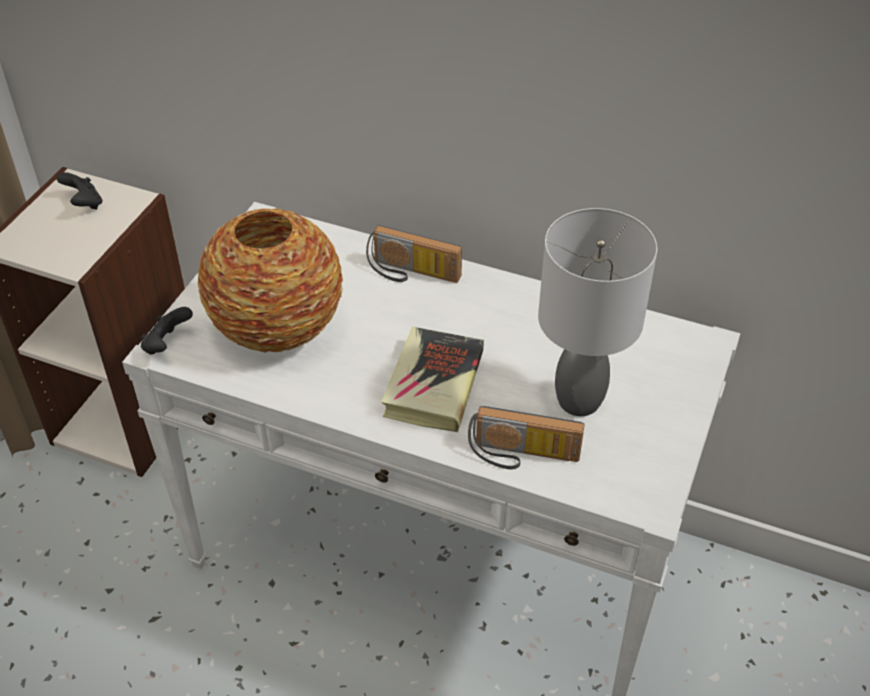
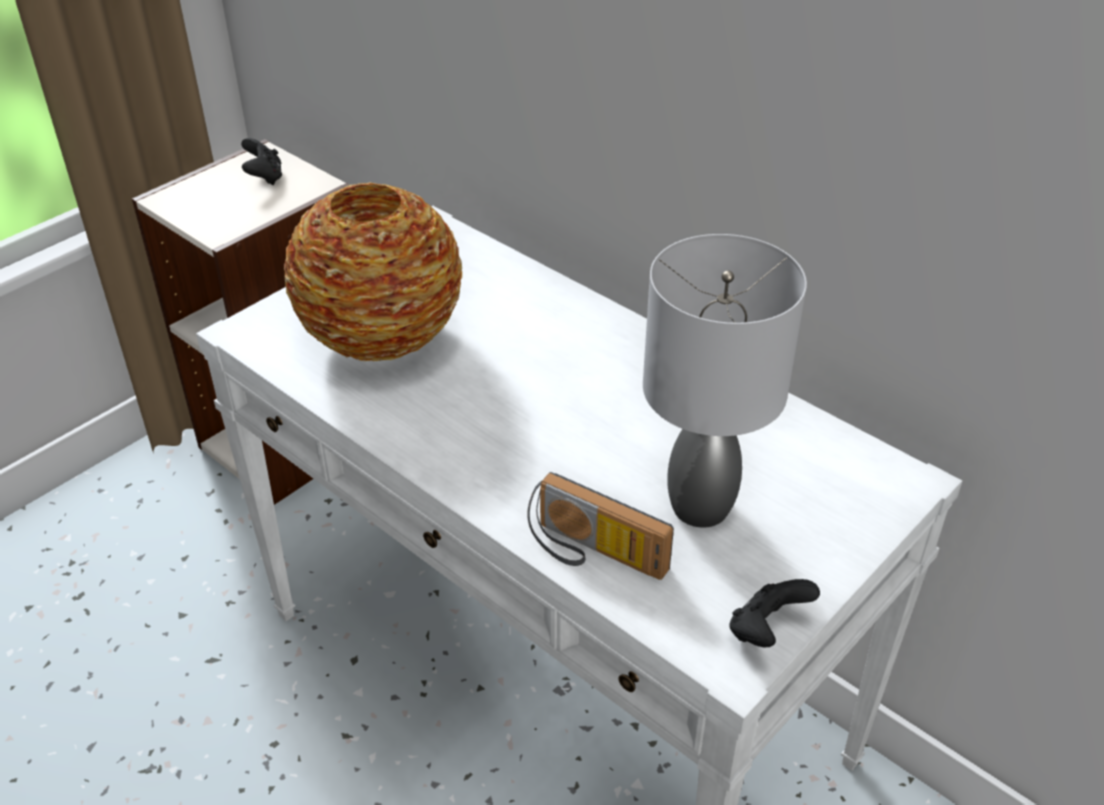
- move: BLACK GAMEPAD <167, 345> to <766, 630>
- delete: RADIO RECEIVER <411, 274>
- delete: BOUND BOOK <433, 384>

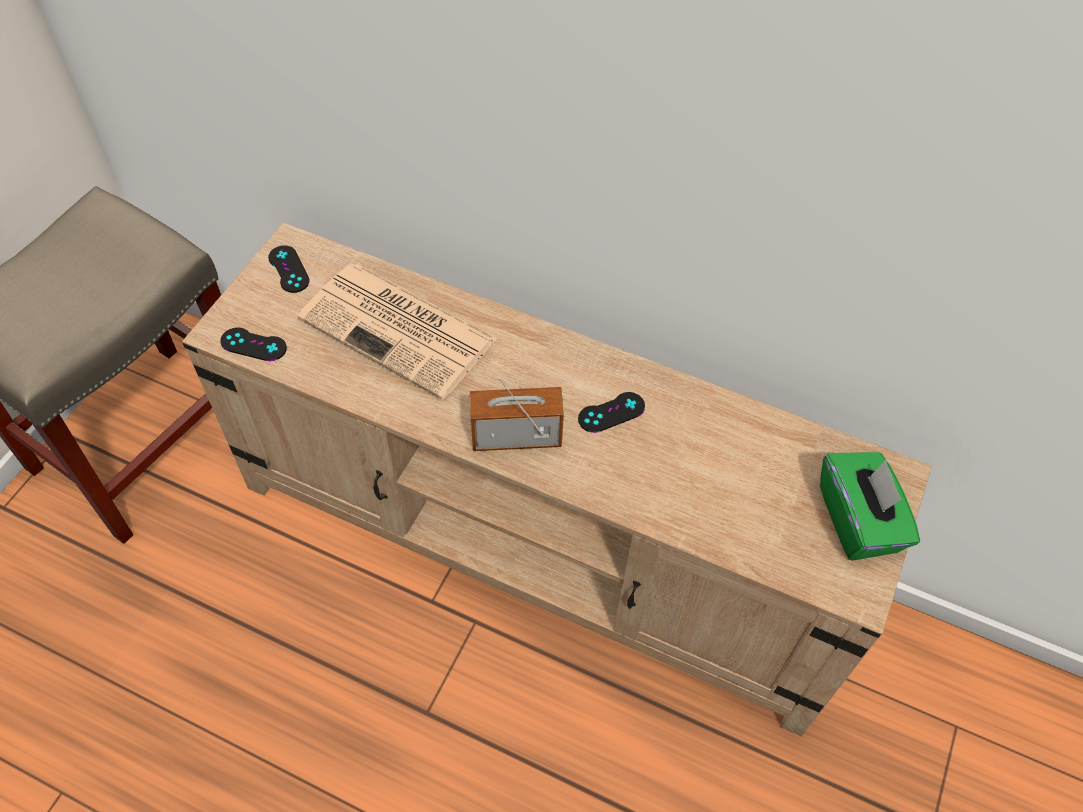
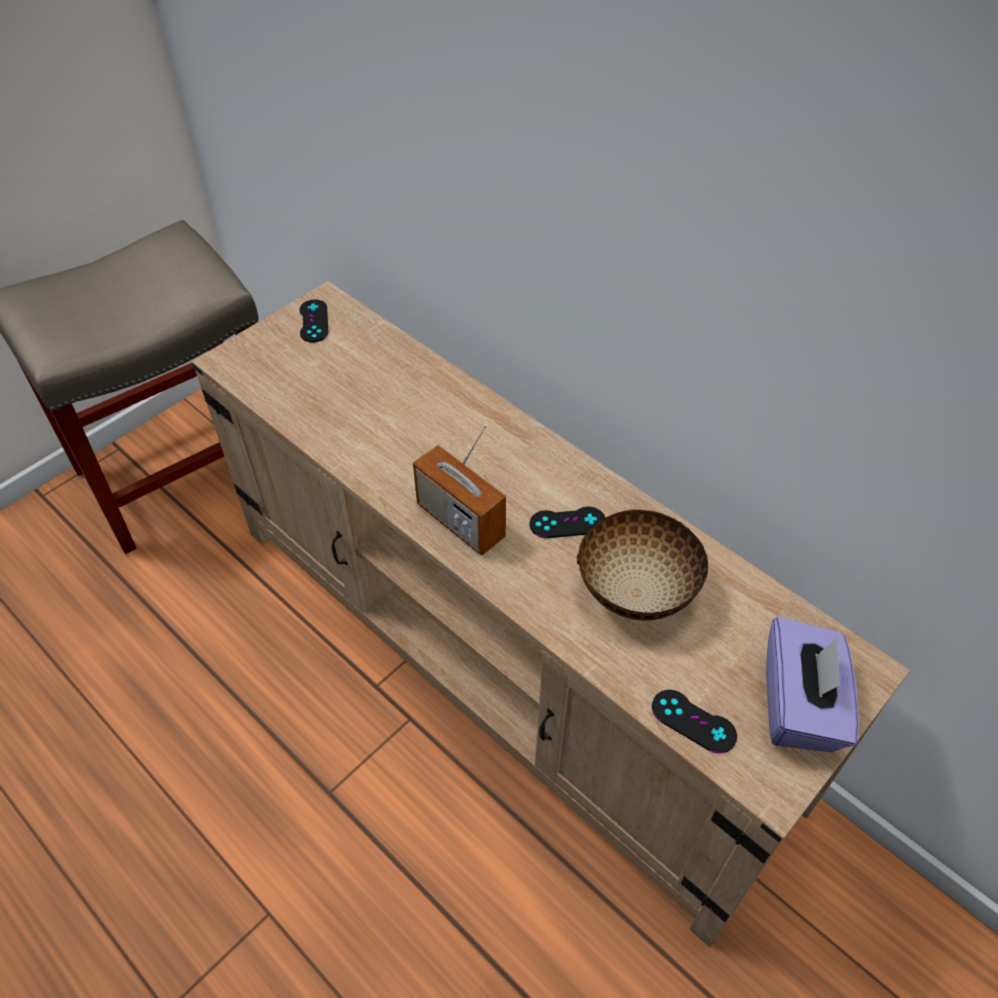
- rotate: RADIO RECEIVER <516, 437> = <460, 521> 150 degrees counterclockwise
- insert: BOWL <637, 590>
- move: BLACK GAMEPAD <253, 345> to <693, 721>
- recolor: GREEN TISSUE BOX <858, 521> to PURPLE-COLOURED TISSUE BOX <800, 705>
- delete: DAILY PAPER <401, 330>

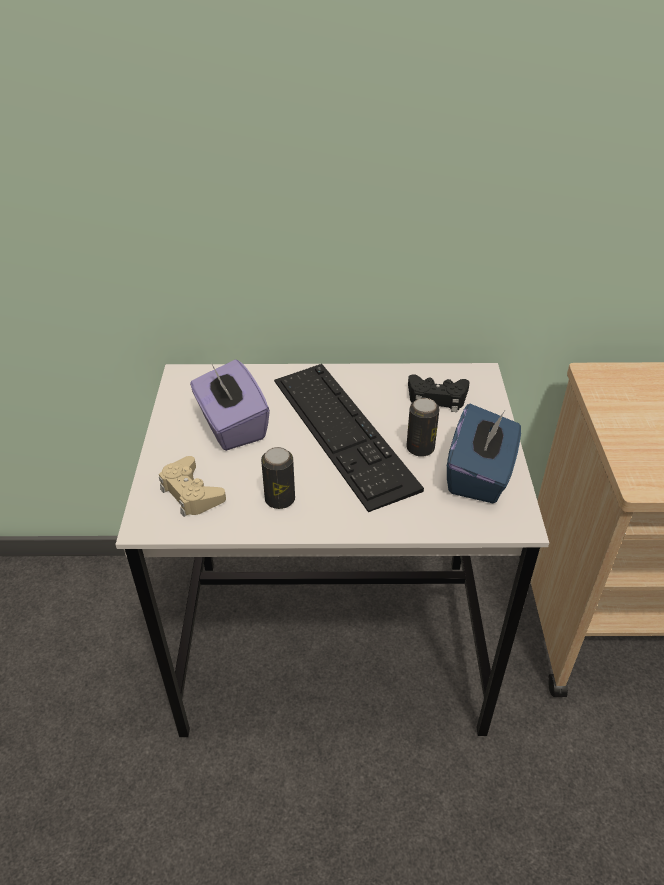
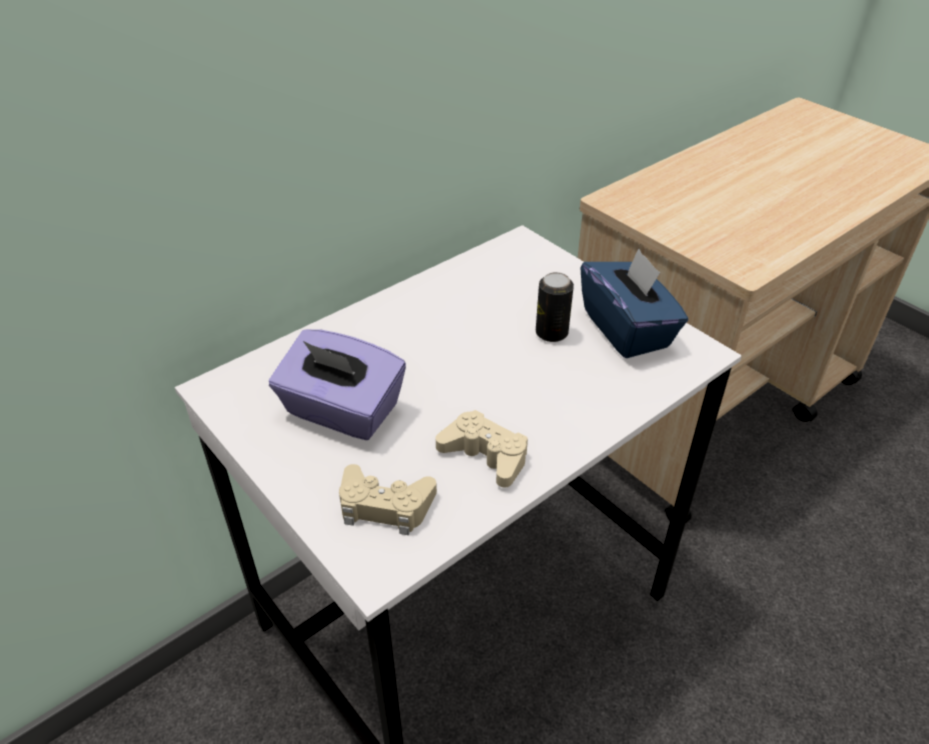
- replace: SEALED CAN <280, 499> to SAND-COLOURED GAMEPAD <485, 455>
- delete: PC KEYBOARD <342, 431>
- delete: BLACK GAMEPAD <437, 398>

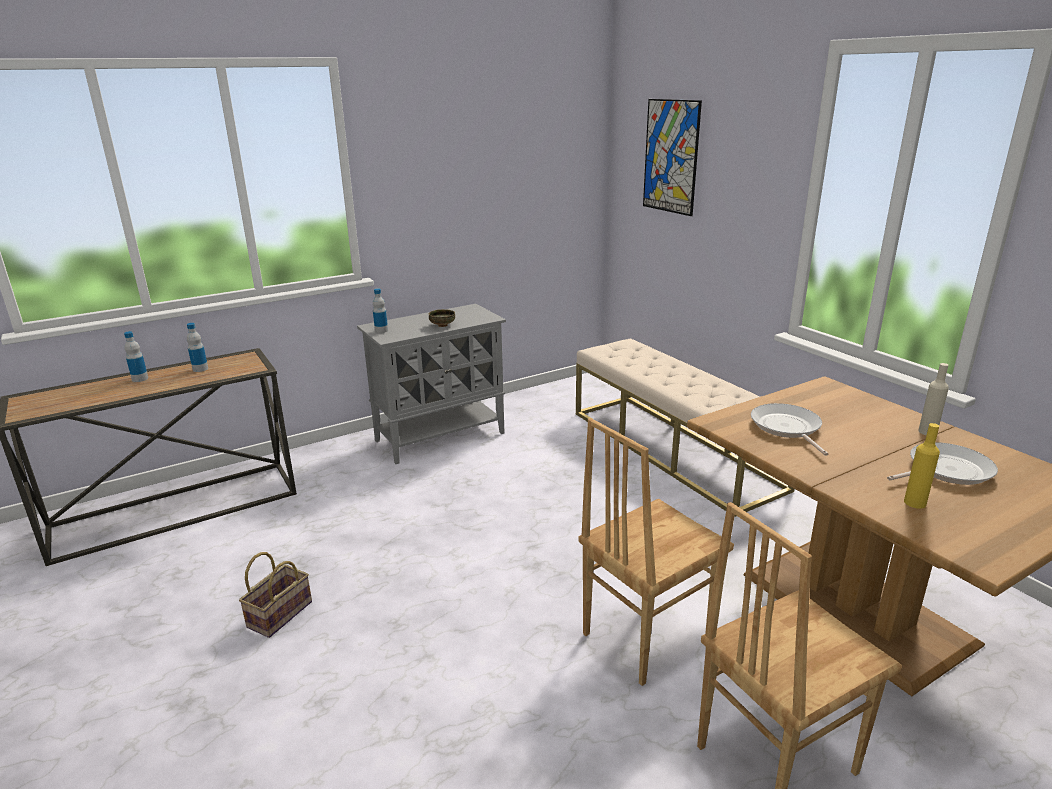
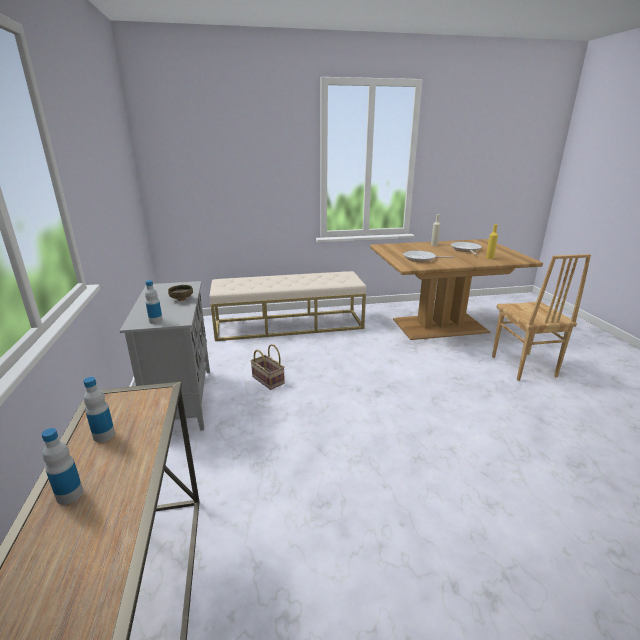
- move: STORAGE BASKET <280, 613> to <267, 380>
- delete: BROWNISH CHAIR <644, 636>
- delete: WALL ART <671, 156>

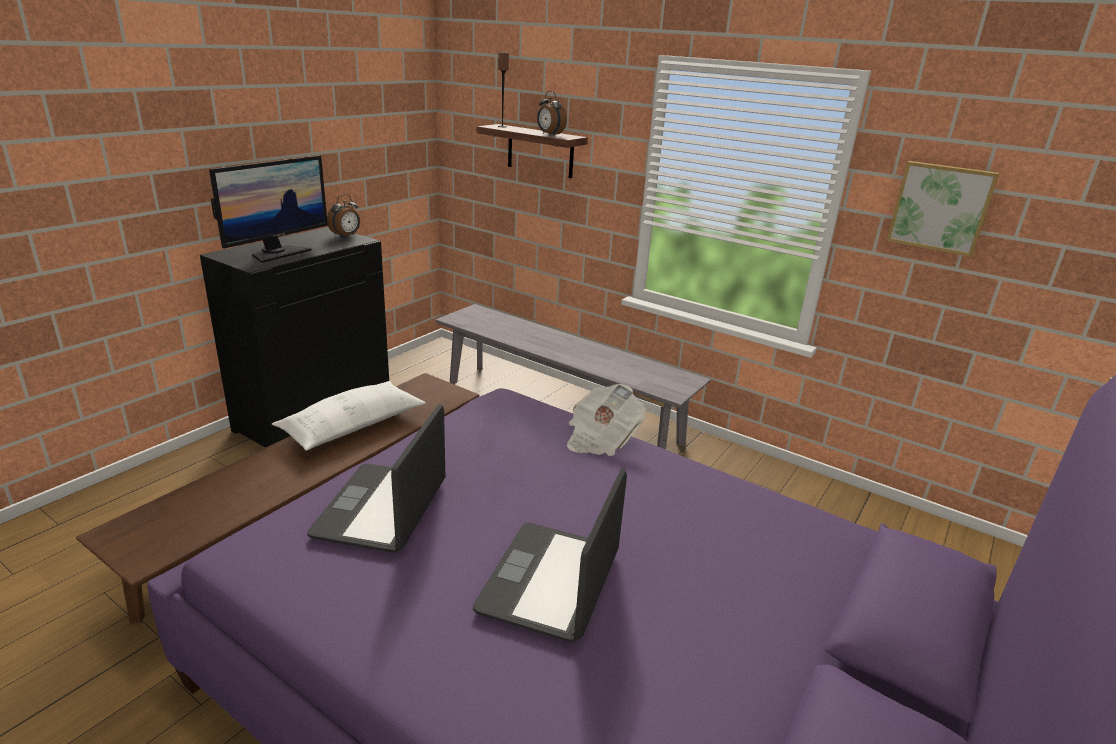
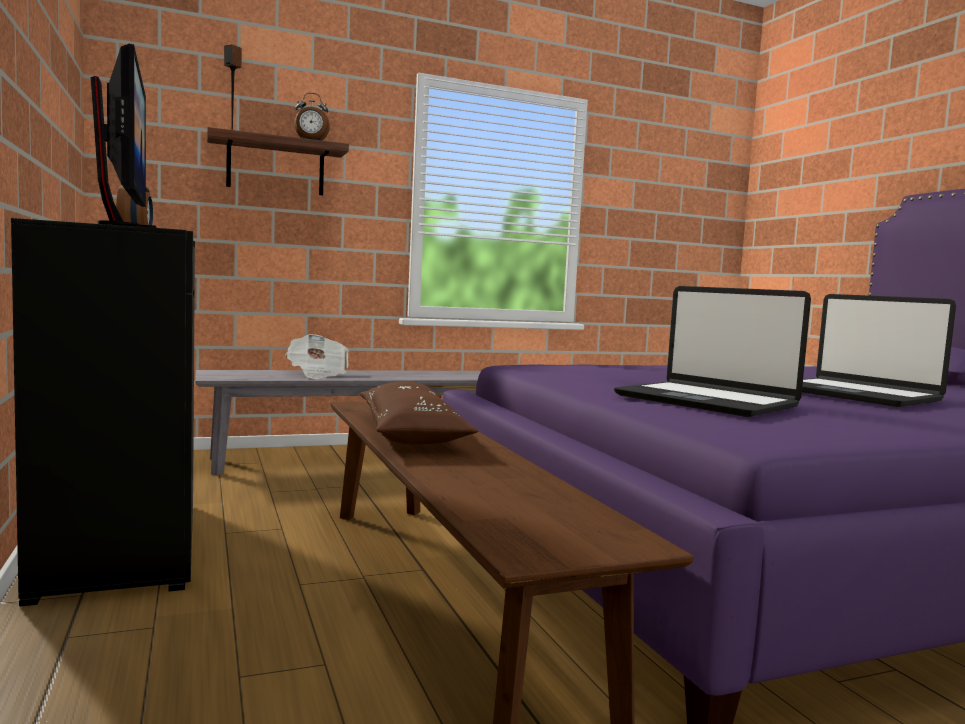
- move: DAILY PAPER <601, 438> to <317, 374>
- recolor: WHITE-COLOURED THROW PILLOW <352, 427> to BROWNISH THROW PILLOW <412, 433>
- delete: WALL ART <940, 207>

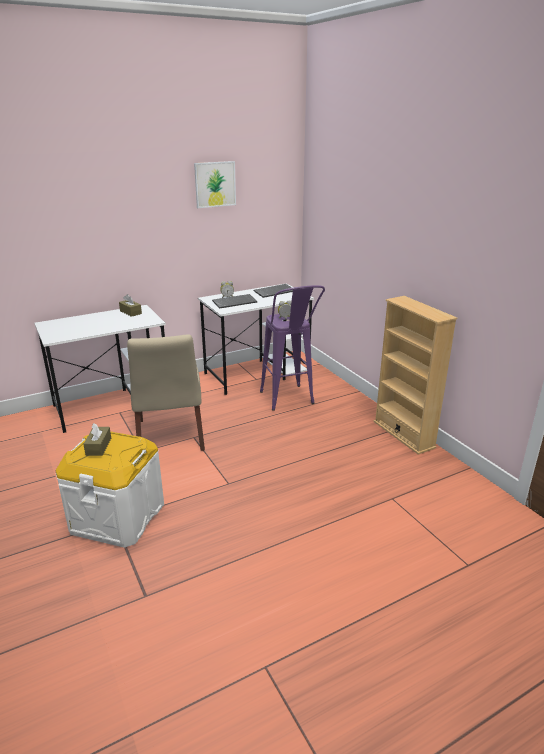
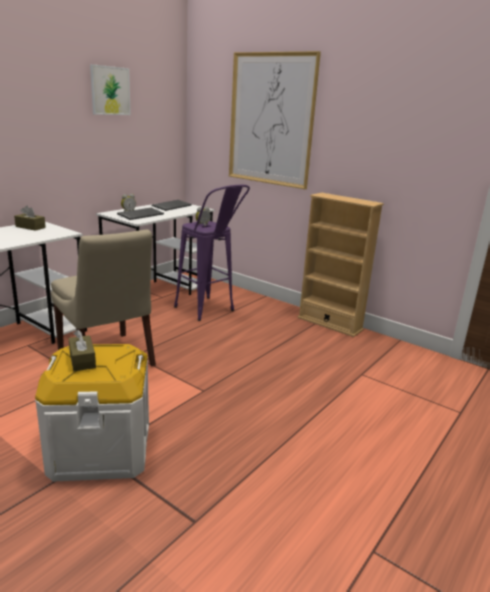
- insert: WALL ART <271, 120>

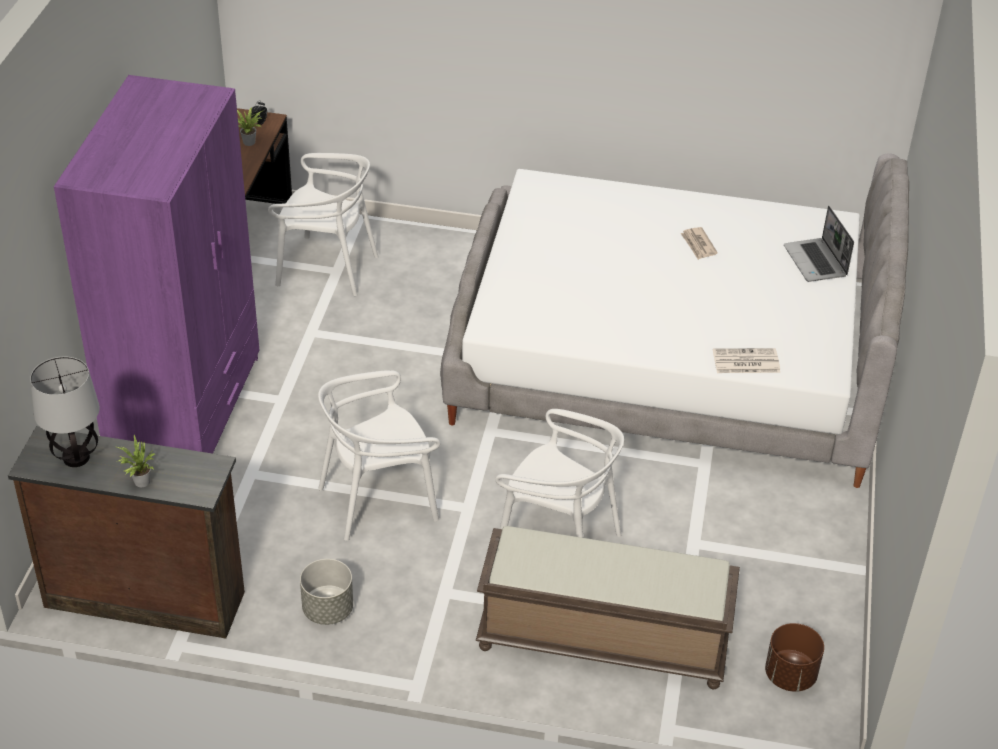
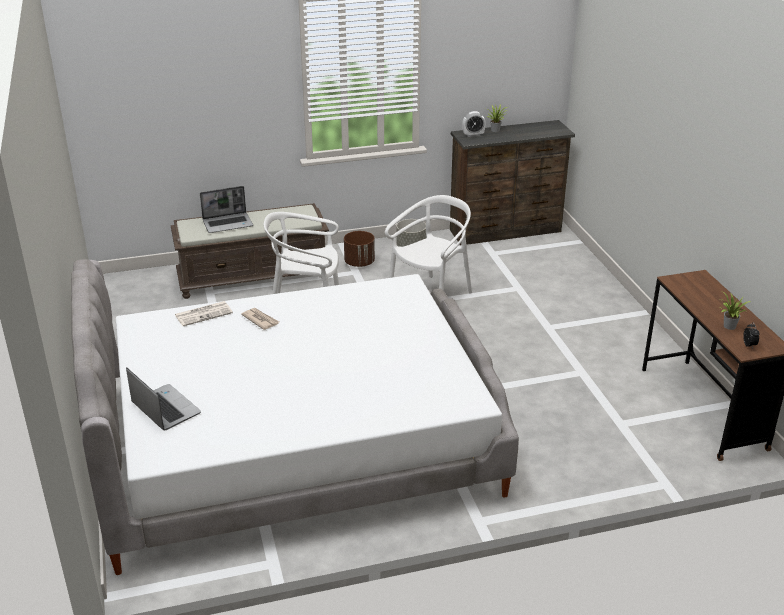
- insert: PORTABLE COMPUTER <228, 223>
- move: DAILY PAPER <698, 245> to <260, 320>
- move: BROWNISH PLANT POT <790, 675> to <359, 263>
- insert: BEDSIDE CLOCK <473, 135>
- delete: TABLE LAMP <75, 458>
- delete: PURPLE-COLOURED CLOTHES CUPBOARD <186, 409>
- delete: WHITE-COLOURED CHAIR <327, 268>

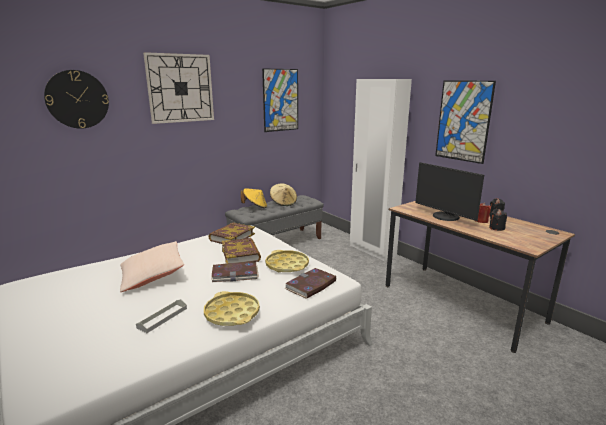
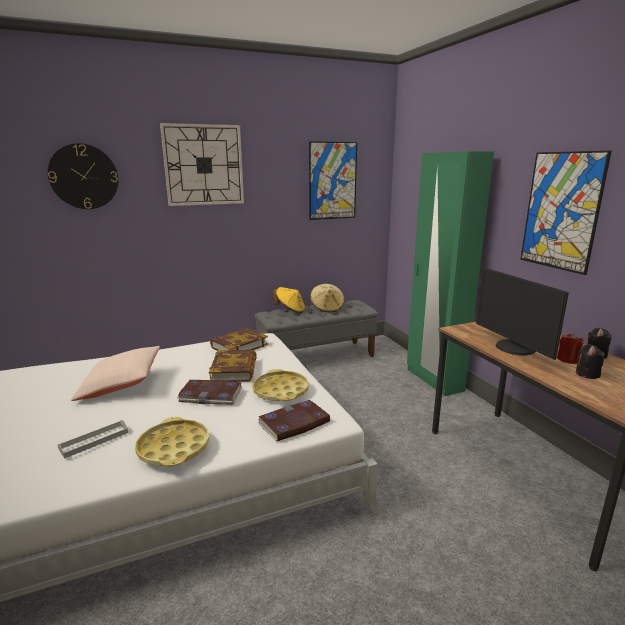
- recolor: WHITE-COLOURED CLOTHES CUPBOARD <372, 251> to GREEN CLOTHES CUPBOARD <434, 380>

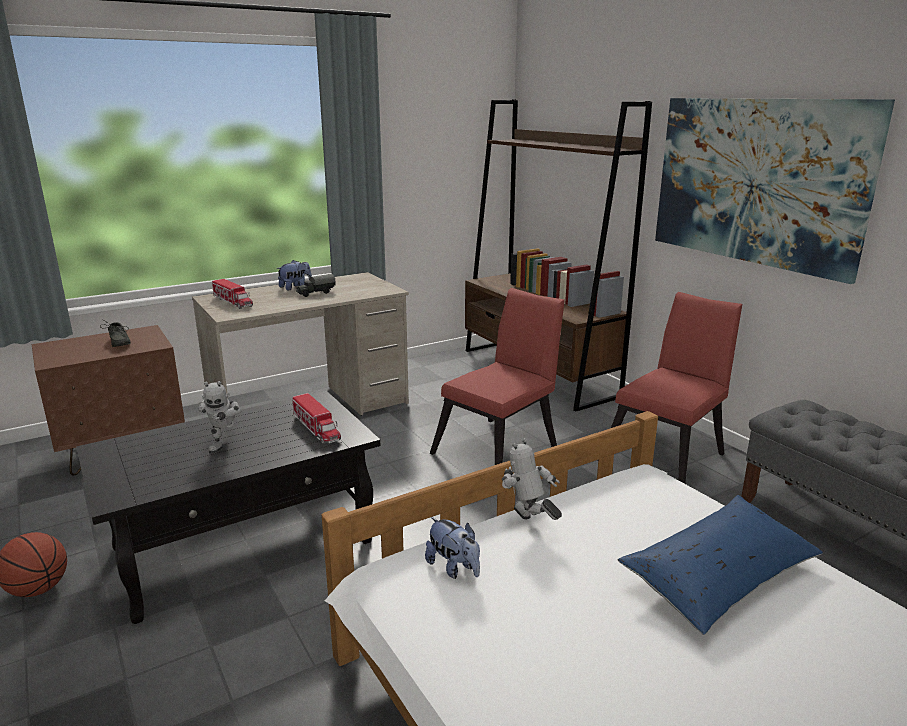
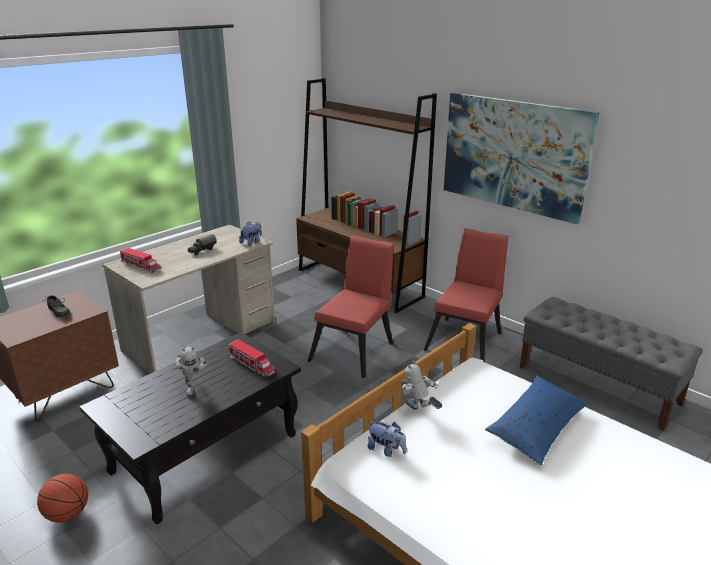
- move: SOFT TOY <295, 287> to <251, 242>

